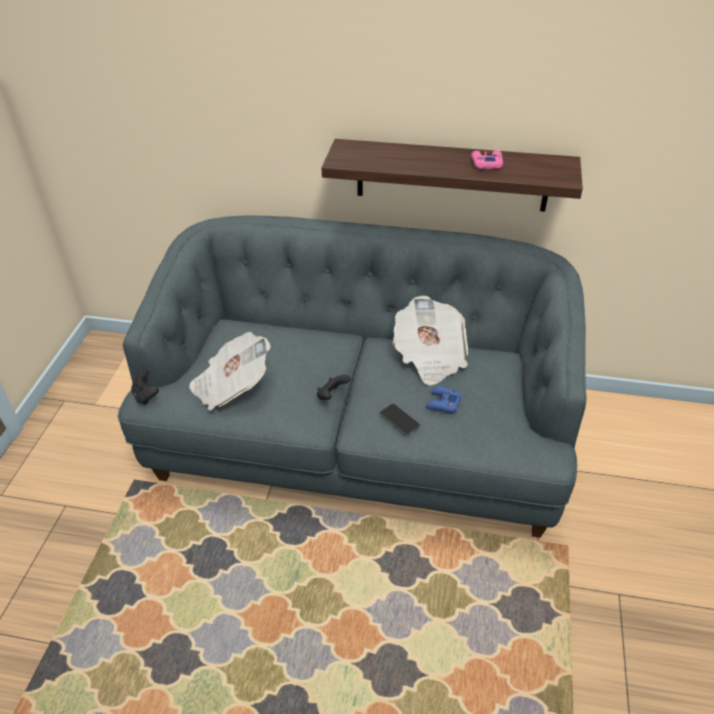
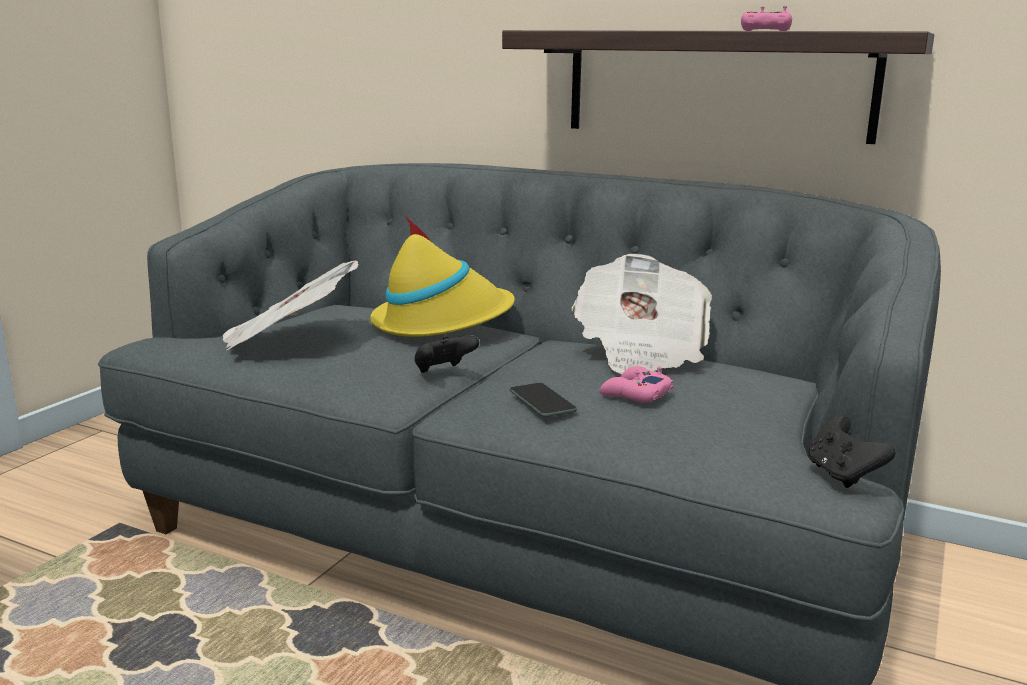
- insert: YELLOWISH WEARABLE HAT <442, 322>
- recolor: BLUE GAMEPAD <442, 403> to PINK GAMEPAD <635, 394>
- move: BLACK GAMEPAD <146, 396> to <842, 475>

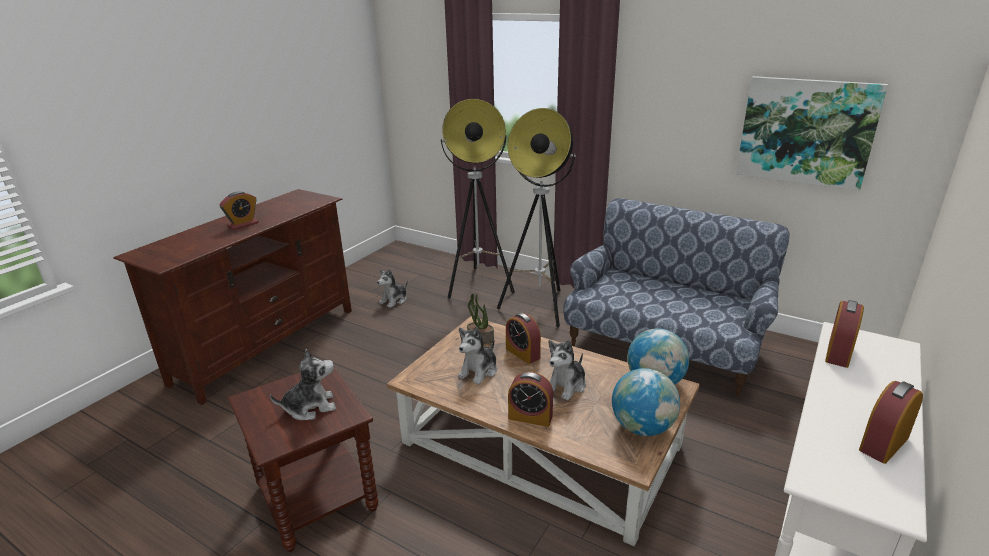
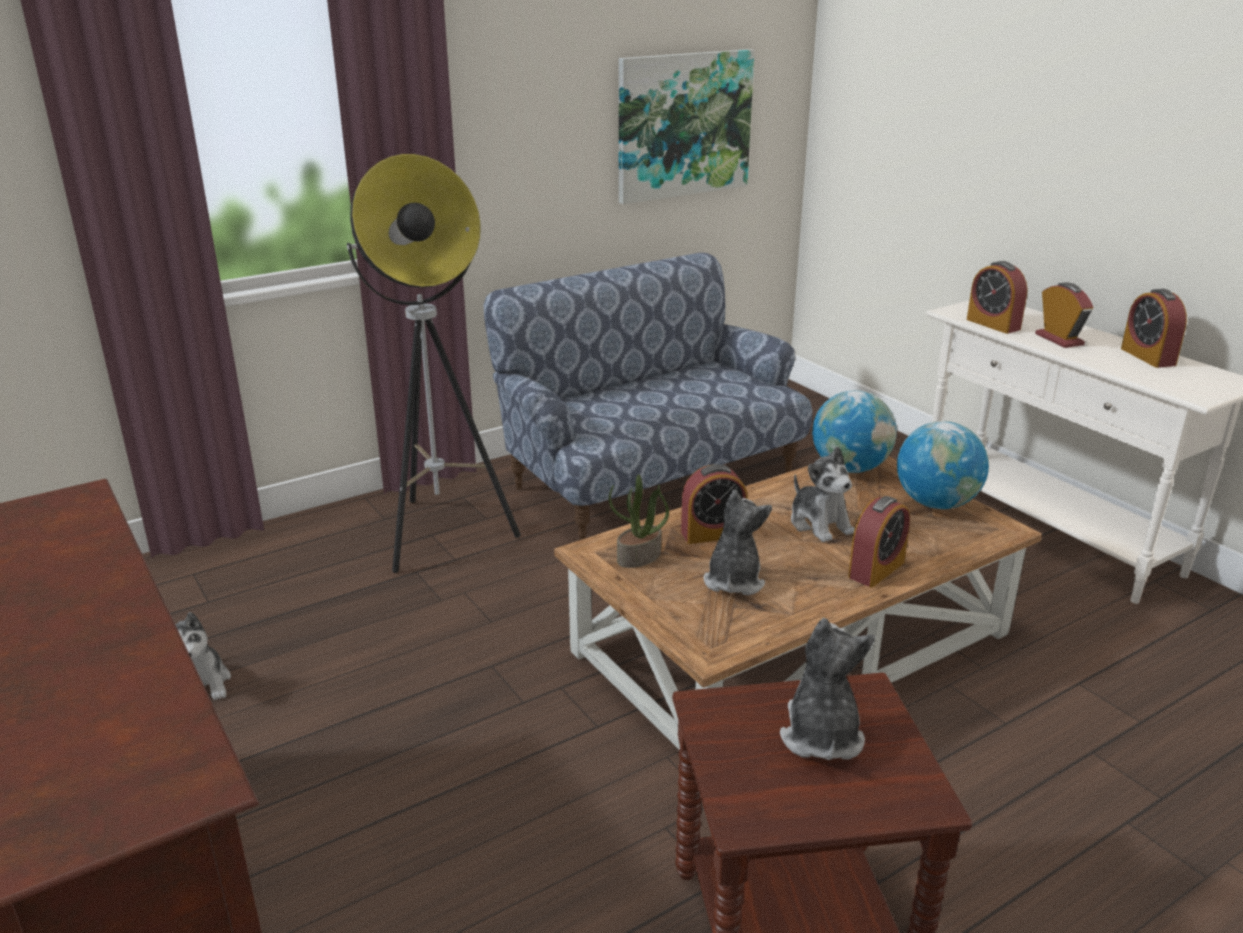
- rotate: SOFT TOY <479, 371> = <733, 581> 135 degrees counterclockwise
- move: BEDSIDE CLOCK <243, 224> to <1059, 339>
- delete: STANDARD LAMP <479, 285>

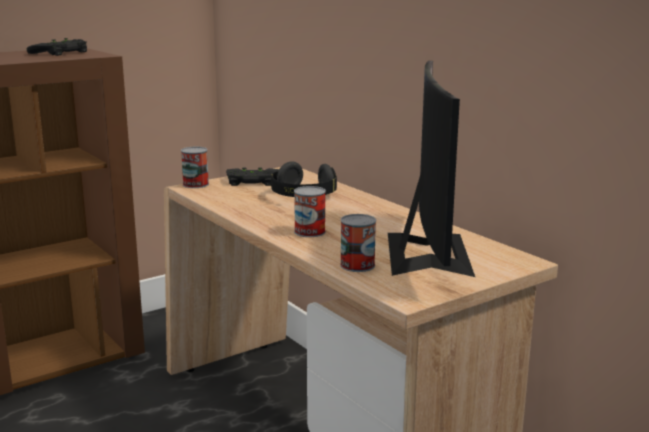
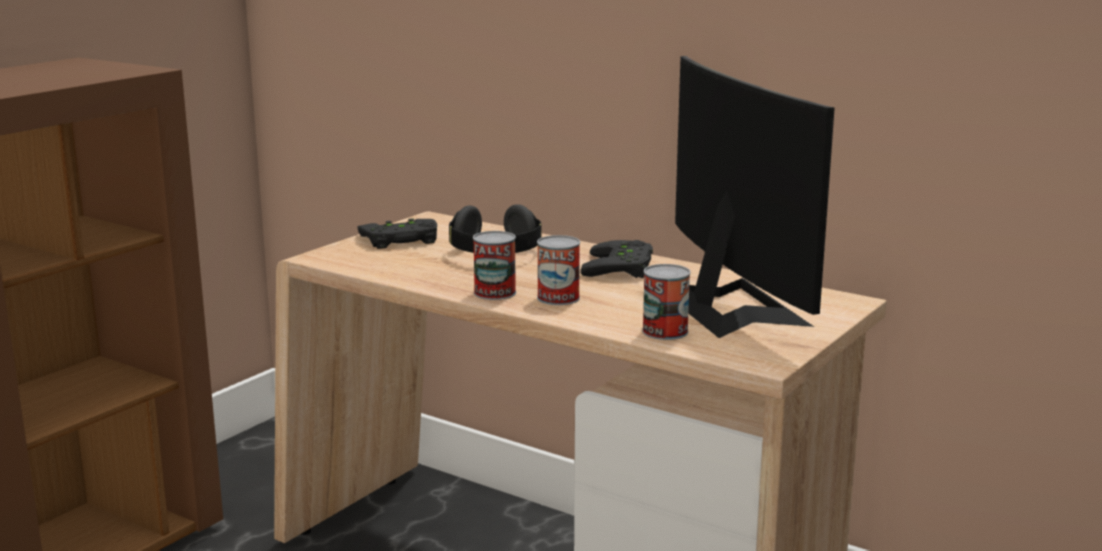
- move: SEALED CAN <195, 184> to <495, 293>
- move: BLACK GAMEPAD <61, 53> to <624, 267>

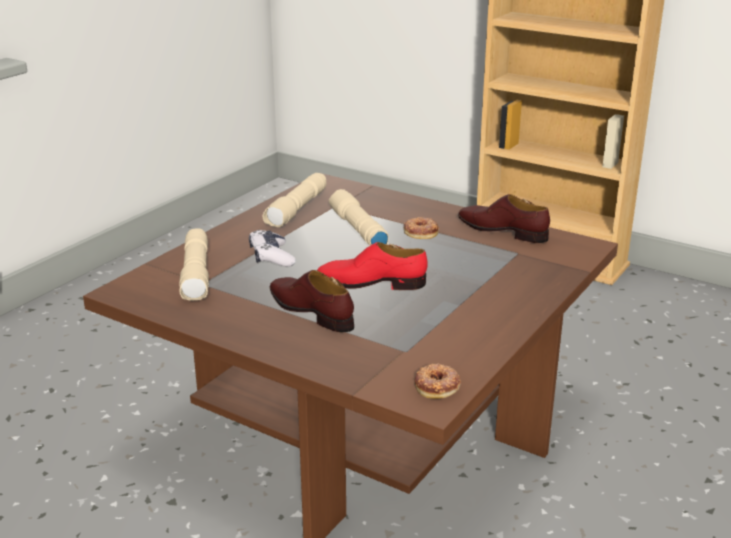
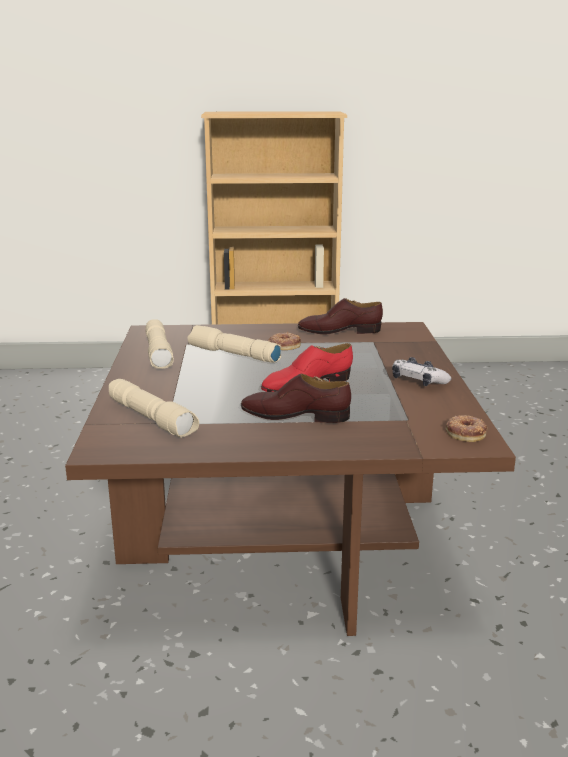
- move: GAMEPAD <271, 257> to <418, 381>

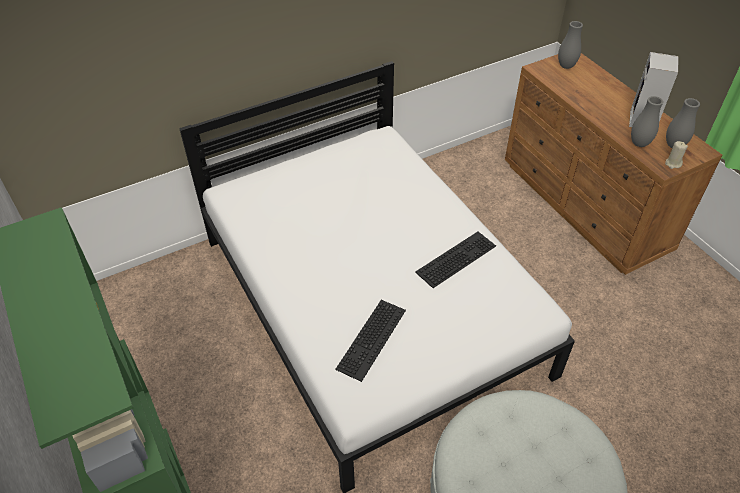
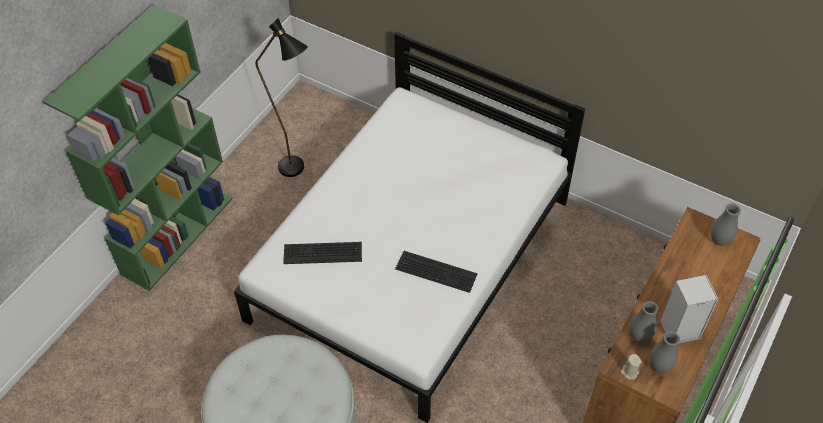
- insert: BLACK STANDARD LAMP <298, 171>

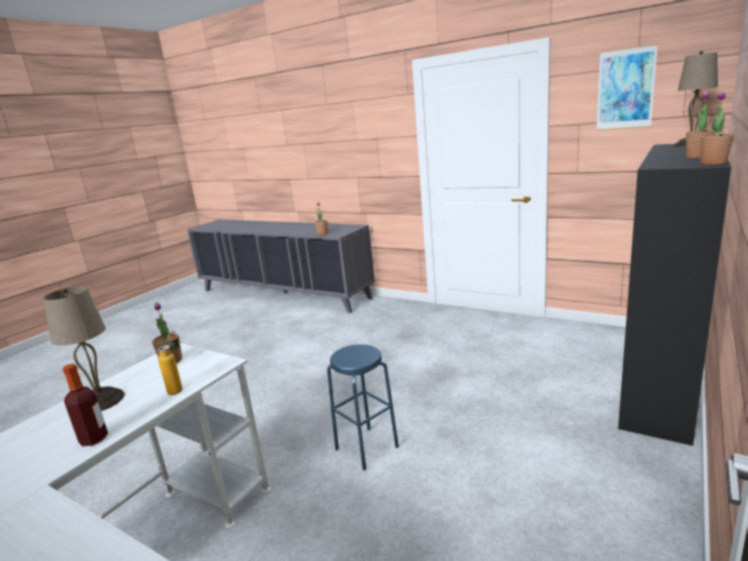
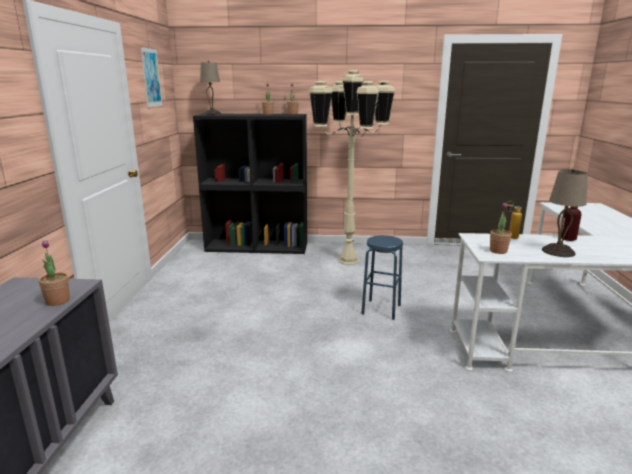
- insert: SAND-COLOURED STANDARD LAMP <348, 261>

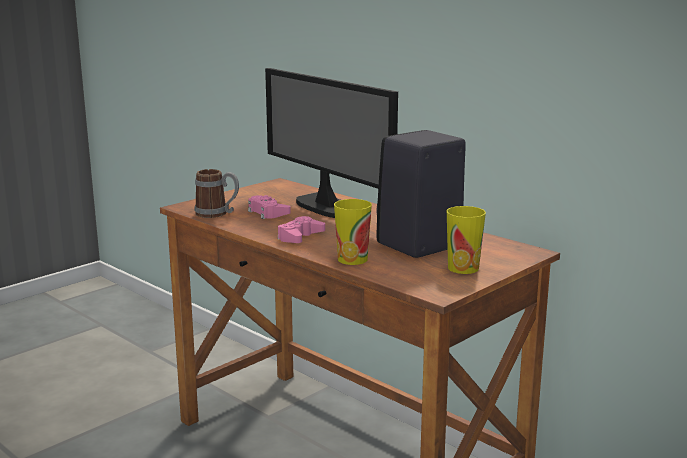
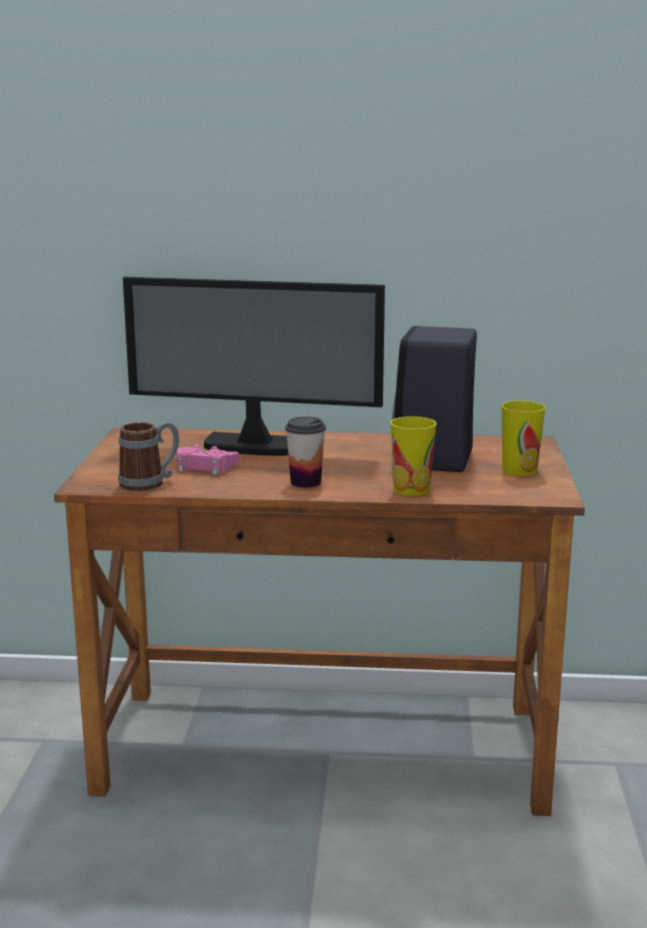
- replace: PINK GAMEPAD <300, 237> to SMALL CUP <305, 482>

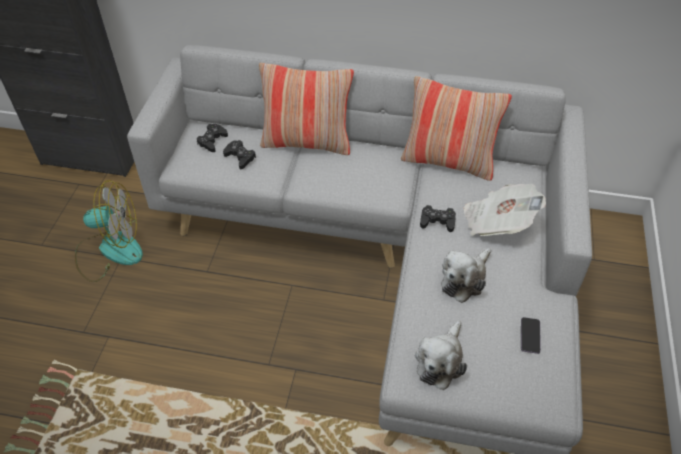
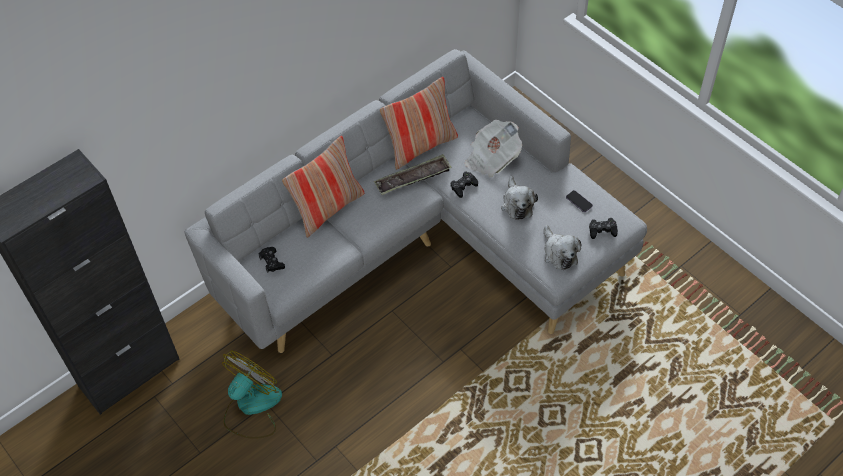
- insert: CARRYING TRAY <413, 178>
- move: BLACK GAMEPAD <240, 157> to <602, 230>

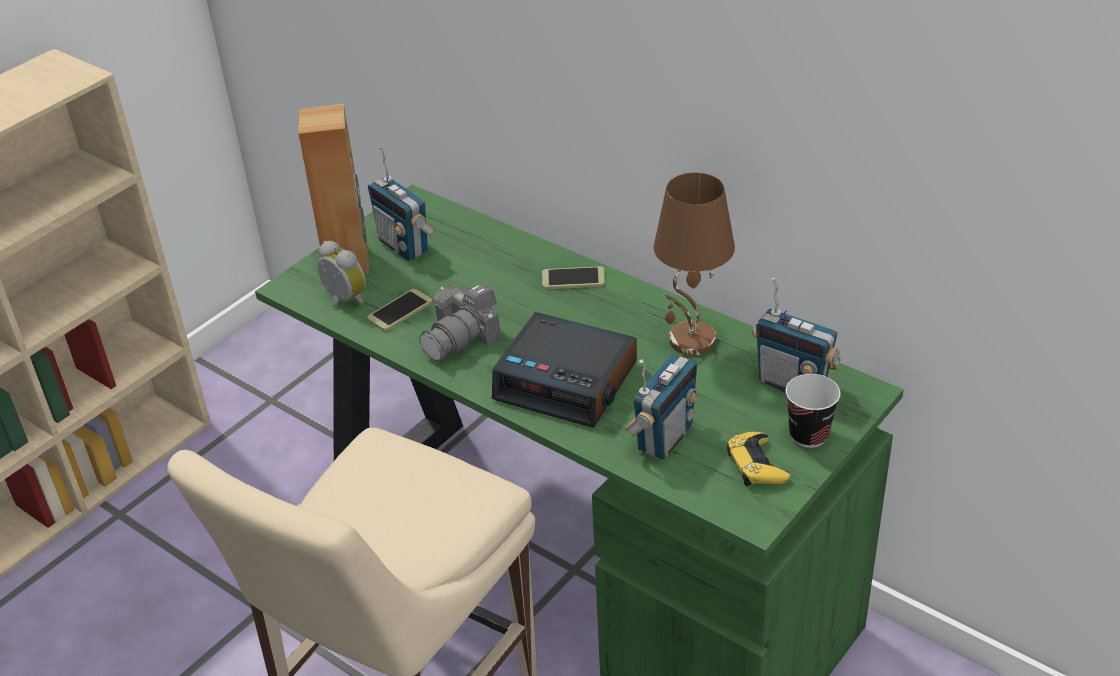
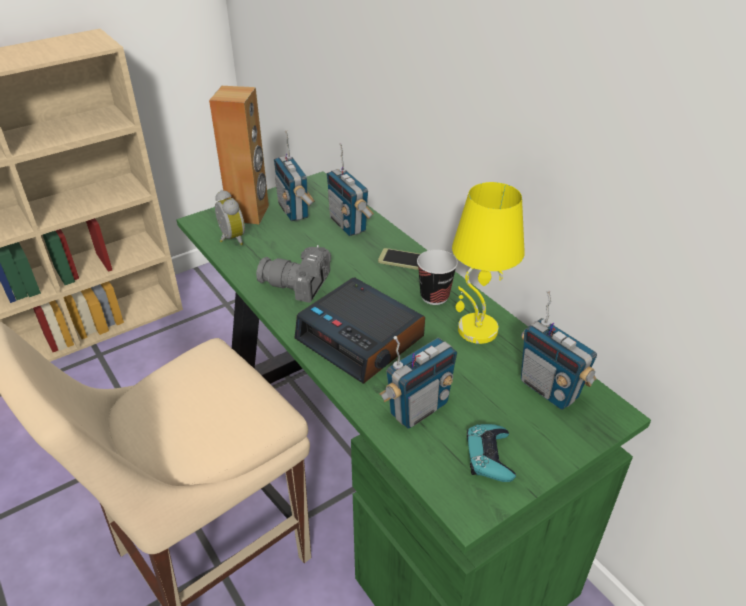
- rotate: STILL CAMERA <462, 337> = <299, 285> 45 degrees clockwise
- insert: RADIO RECEIVER <349, 225>
- move: SMALL CUP <808, 435> to <434, 296>
- recolor: BROWNISH TABLE LAMP <691, 341> to YELLOWISH TABLE LAMP <476, 330>
- recolor: YELLOWISH GAMEPAD <756, 465> to TURQUOISE-COLOURED GAMEPAD <489, 457>
- delete: PHONE <400, 311>

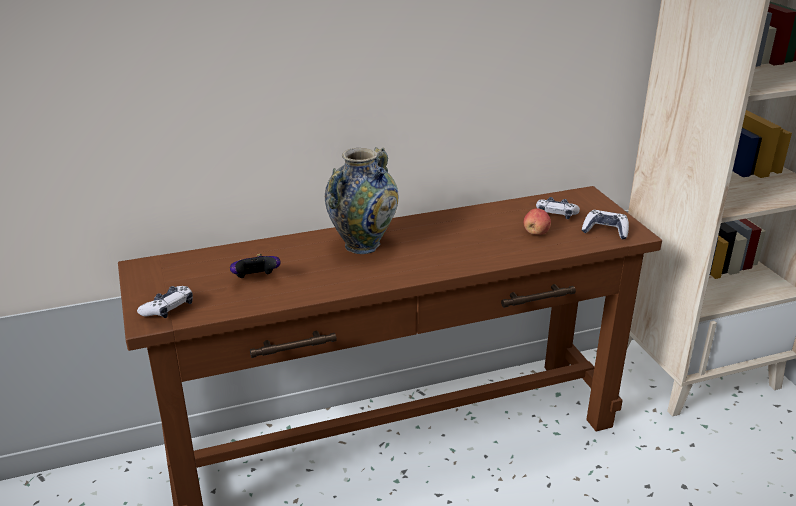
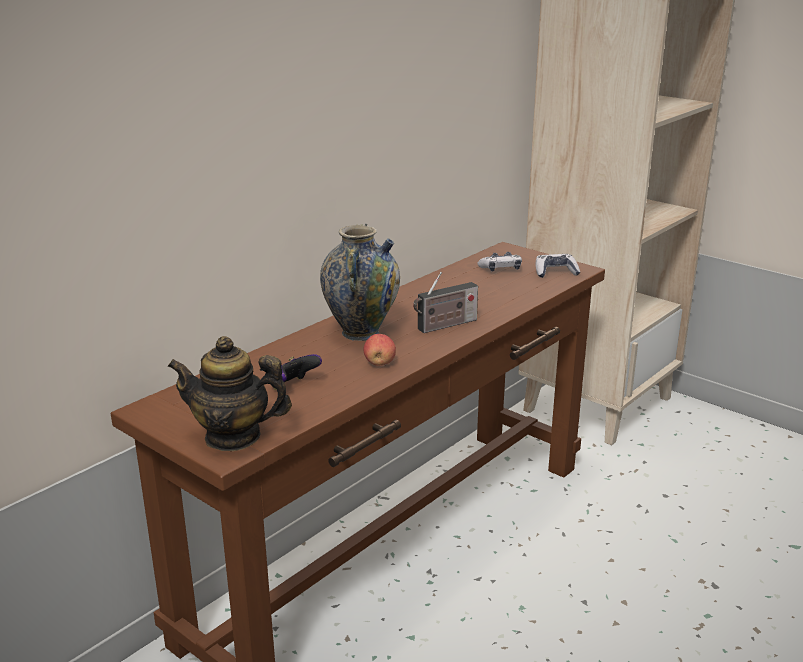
- replace: GAMEPAD <168, 309> to POT FOR TEA <233, 437>
- move: APPLE <536, 233> to <379, 363>
- insert: RADIO RECEIVER <445, 325>

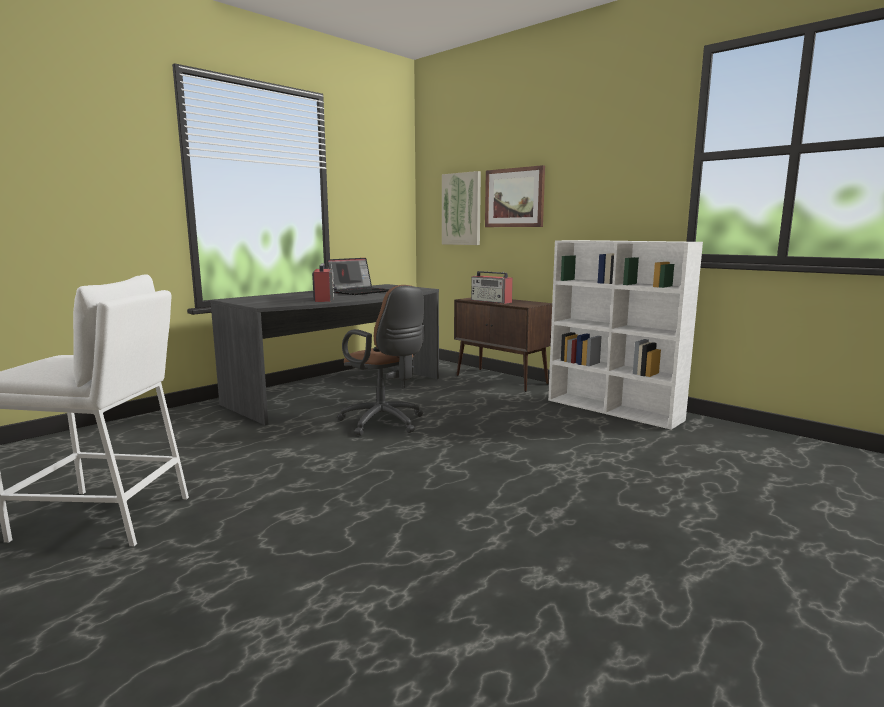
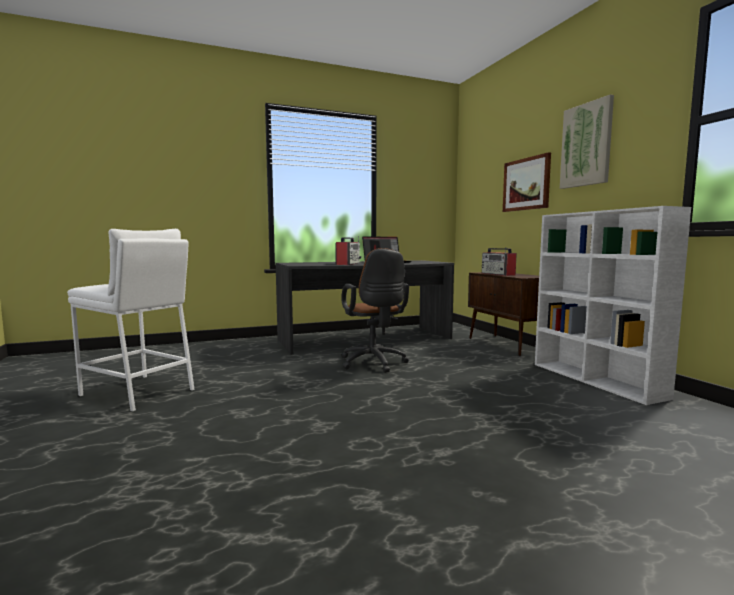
- move: WALL ART <461, 209> to <586, 145>

